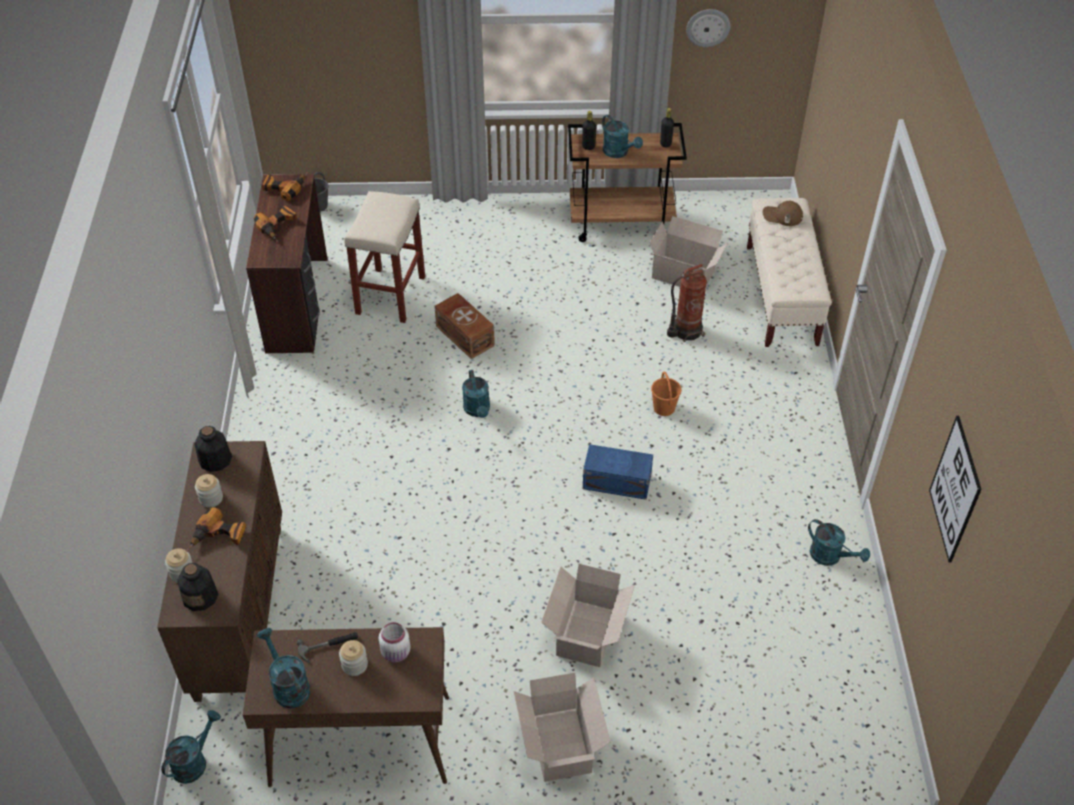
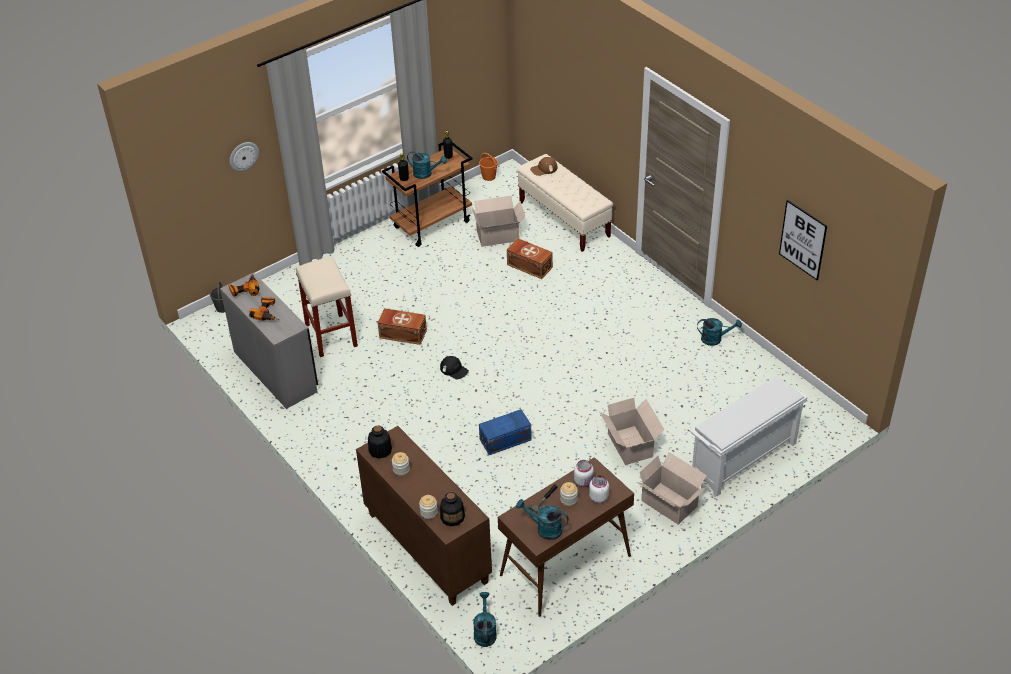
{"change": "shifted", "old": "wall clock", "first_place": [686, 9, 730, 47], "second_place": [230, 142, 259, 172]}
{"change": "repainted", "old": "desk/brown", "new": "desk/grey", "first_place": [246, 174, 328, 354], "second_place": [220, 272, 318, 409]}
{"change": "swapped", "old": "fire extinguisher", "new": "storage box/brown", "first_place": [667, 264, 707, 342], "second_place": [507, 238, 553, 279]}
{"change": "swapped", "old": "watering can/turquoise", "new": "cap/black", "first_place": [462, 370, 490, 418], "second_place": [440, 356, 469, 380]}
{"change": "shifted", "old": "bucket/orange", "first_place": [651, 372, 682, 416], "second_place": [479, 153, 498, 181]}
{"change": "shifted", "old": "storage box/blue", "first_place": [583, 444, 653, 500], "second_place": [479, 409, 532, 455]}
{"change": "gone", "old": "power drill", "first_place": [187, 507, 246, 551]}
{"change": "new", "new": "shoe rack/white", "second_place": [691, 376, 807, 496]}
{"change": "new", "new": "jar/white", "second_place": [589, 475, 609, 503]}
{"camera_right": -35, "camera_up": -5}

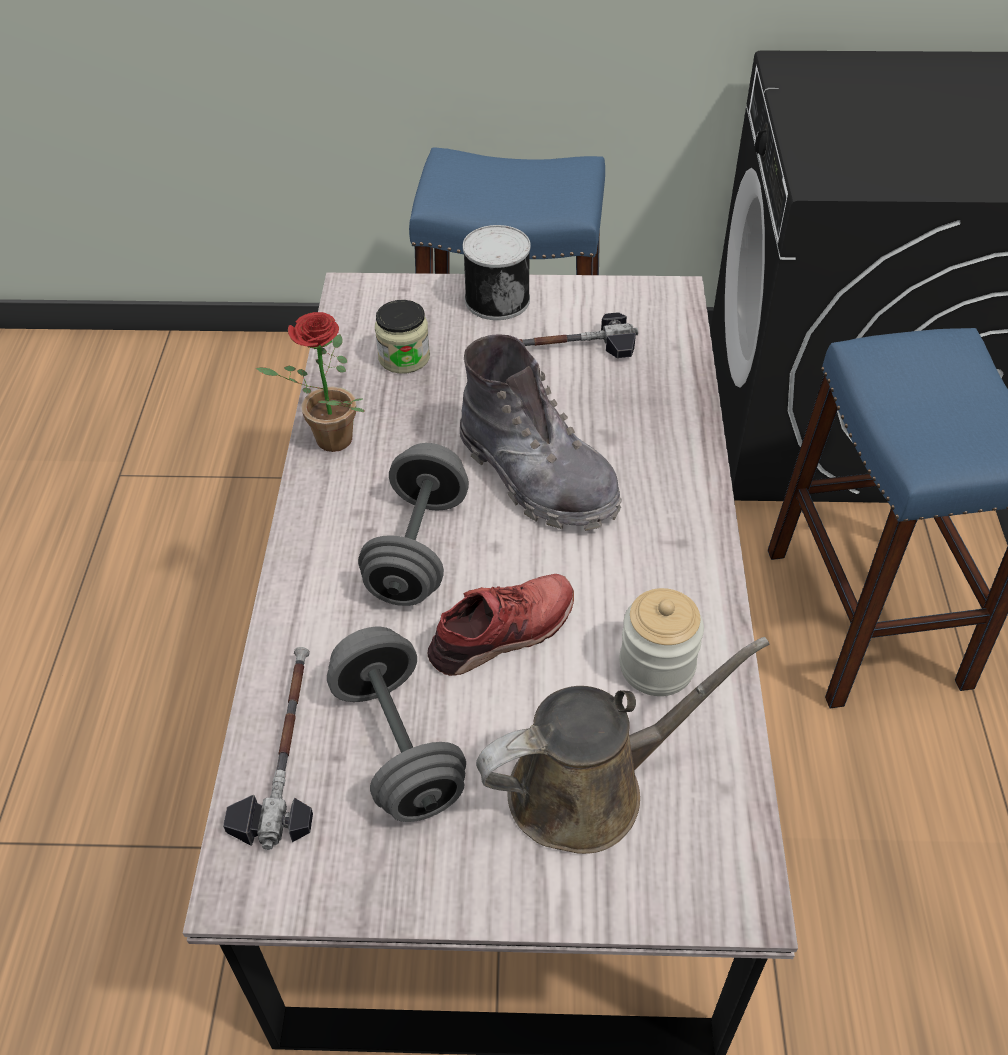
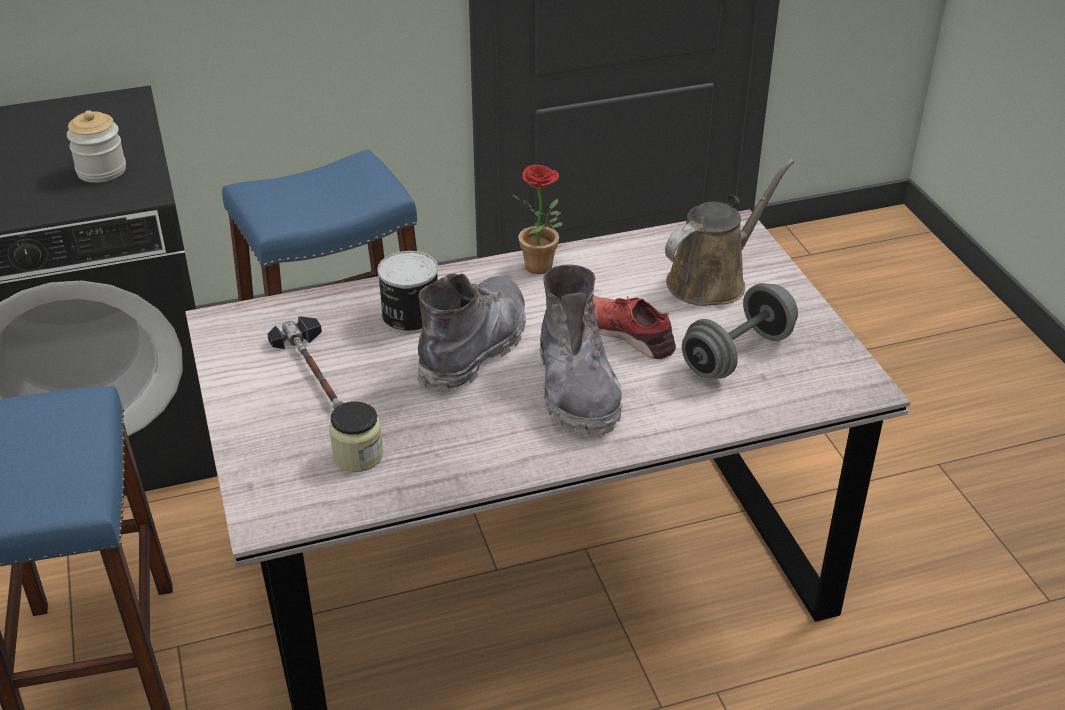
{"change": "shifted", "old": "can", "first_place": [463, 225, 531, 320], "second_place": [377, 251, 438, 334]}
{"change": "shifted", "old": "potted plant", "first_place": [255, 312, 365, 452], "second_place": [513, 165, 563, 274]}
{"change": "swapped", "old": "dumbbell/grey", "new": "boot/grey", "first_place": [358, 443, 469, 606], "second_place": [539, 264, 623, 435]}
{"change": "shifted", "old": "jar", "first_place": [619, 588, 704, 696], "second_place": [67, 110, 126, 183]}
{"change": "rotated", "old": "watering can/brown", "first_place": [476, 637, 770, 854], "second_place": [665, 159, 794, 306], "degrees": 90}
{"change": "gone", "old": "hammer", "first_place": [223, 647, 313, 850]}
{"camera_right": -110, "camera_up": -10}

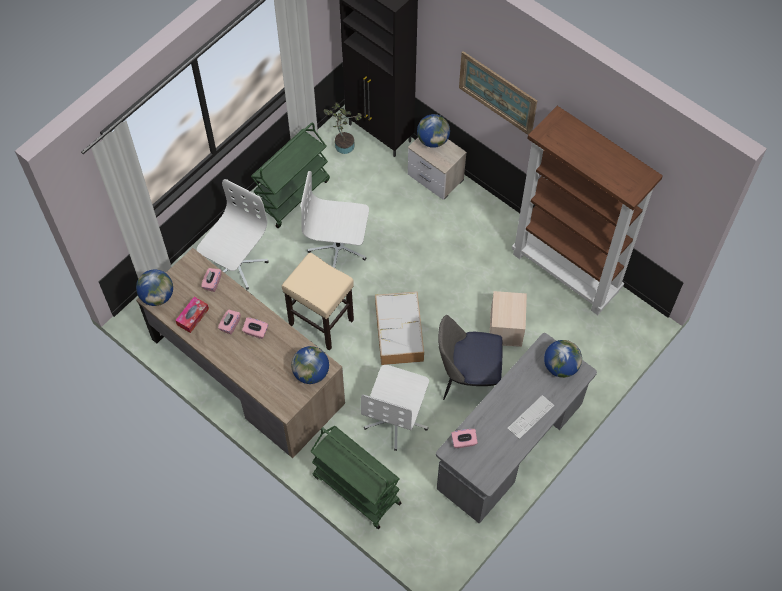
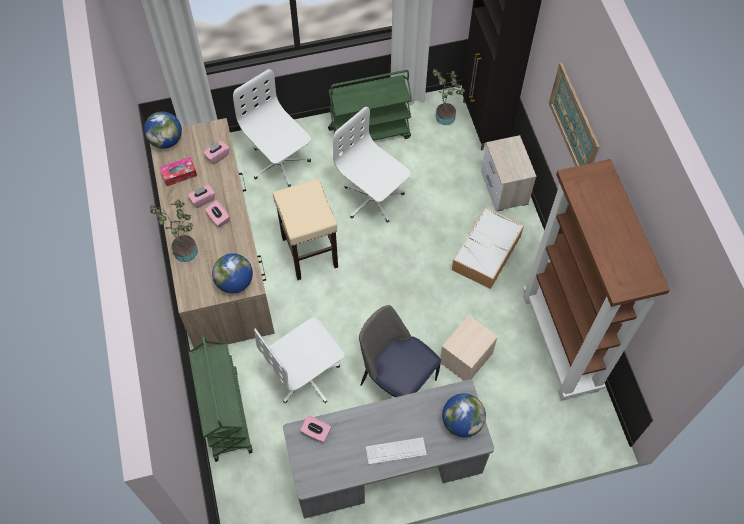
{"change": "gone", "old": "globe", "first_place": [417, 114, 450, 148]}
{"change": "rotated", "old": "office chair/white", "first_place": [197, 179, 268, 290], "second_place": [233, 69, 311, 187], "degrees": -105}
{"change": "shifted", "old": "storage box", "first_place": [375, 291, 424, 365], "second_place": [452, 207, 524, 289]}
{"change": "new", "new": "potted plant", "second_place": [150, 199, 198, 262]}
{"camera_right": 35, "camera_up": 0}

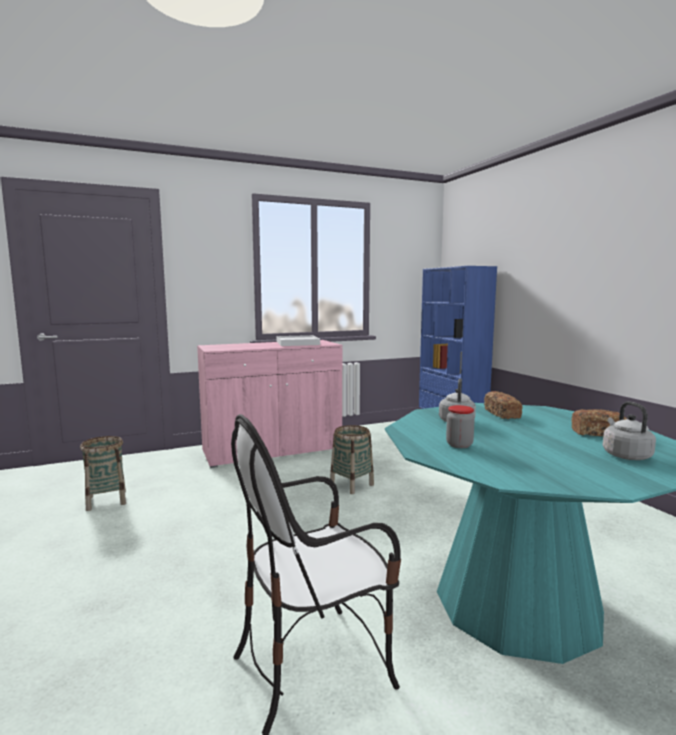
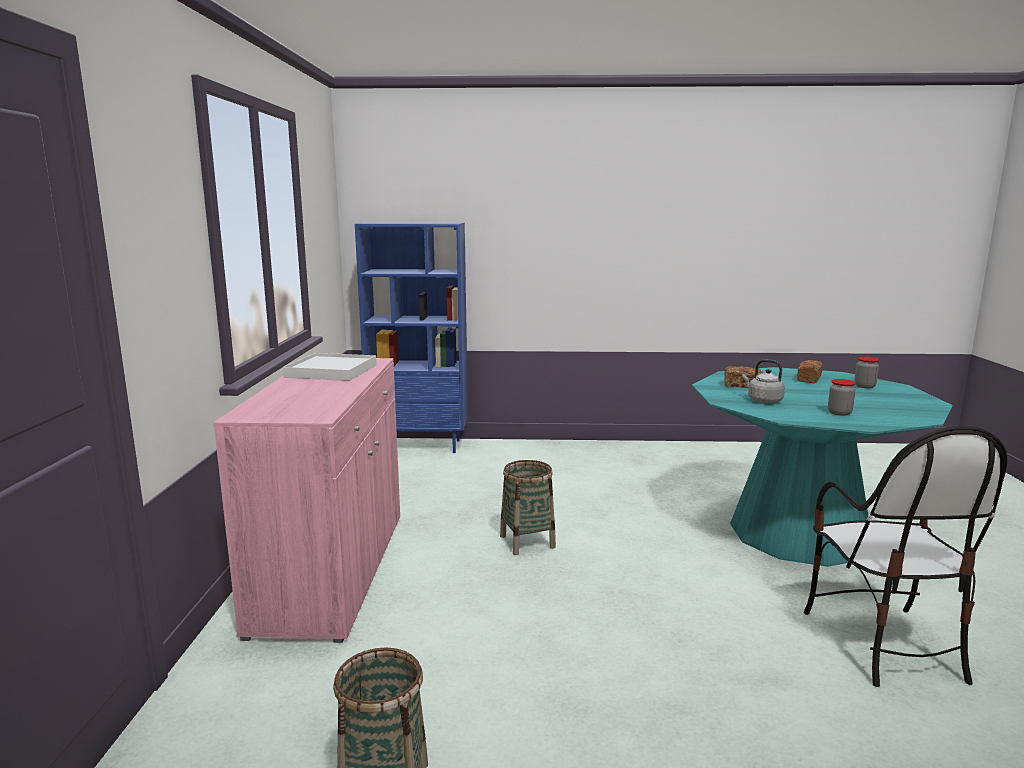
{"change": "swapped", "old": "kettle/grey", "new": "jar", "first_place": [603, 401, 656, 460], "second_place": [854, 357, 879, 388]}
{"camera_right": -65, "camera_up": 5}

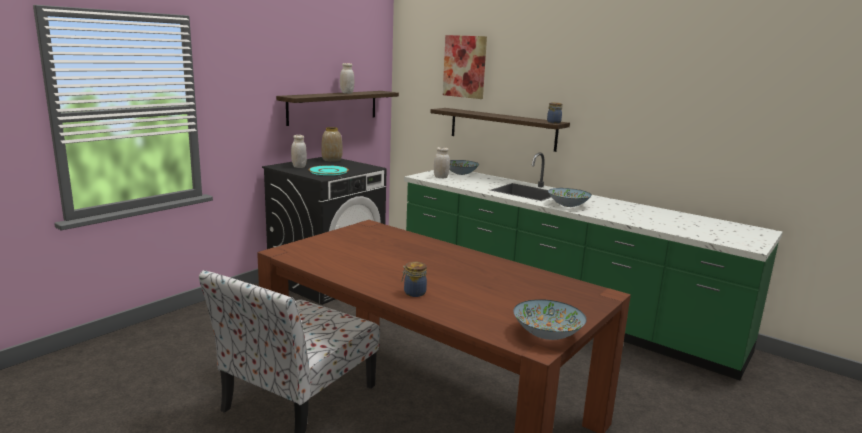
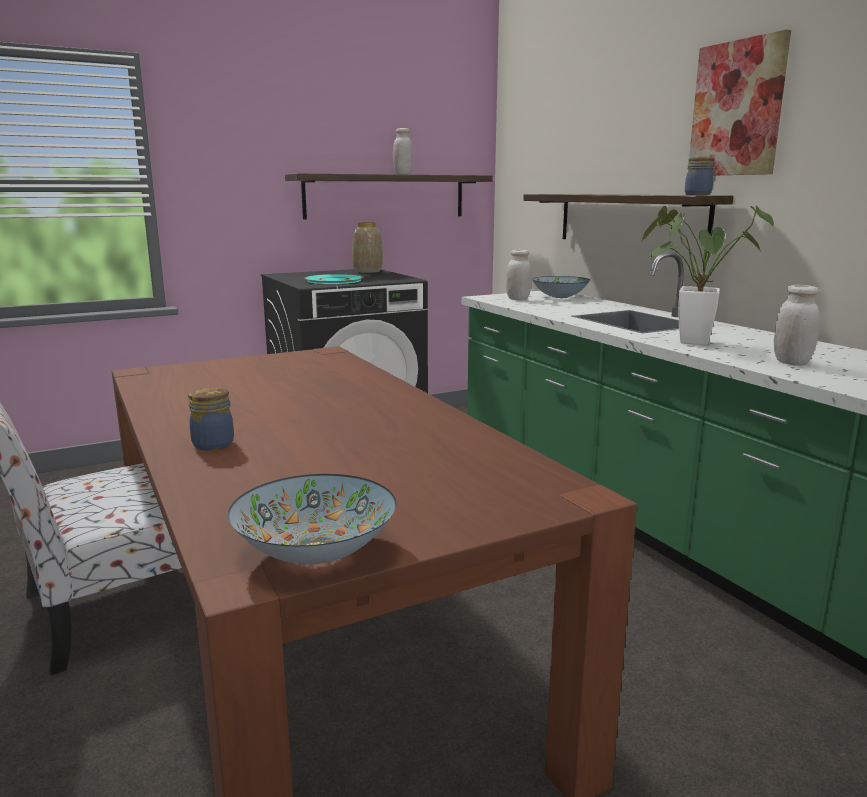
{"change": "shifted", "old": "picture", "first_place": [443, 35, 487, 99], "second_place": [689, 29, 791, 176]}
{"change": "shifted", "old": "jar/white", "first_place": [291, 135, 307, 168], "second_place": [774, 285, 820, 366]}
{"change": "swapped", "old": "bowl", "new": "potted plant", "first_place": [548, 188, 592, 207], "second_place": [640, 206, 774, 345]}
{"camera_right": 25, "camera_up": 0}

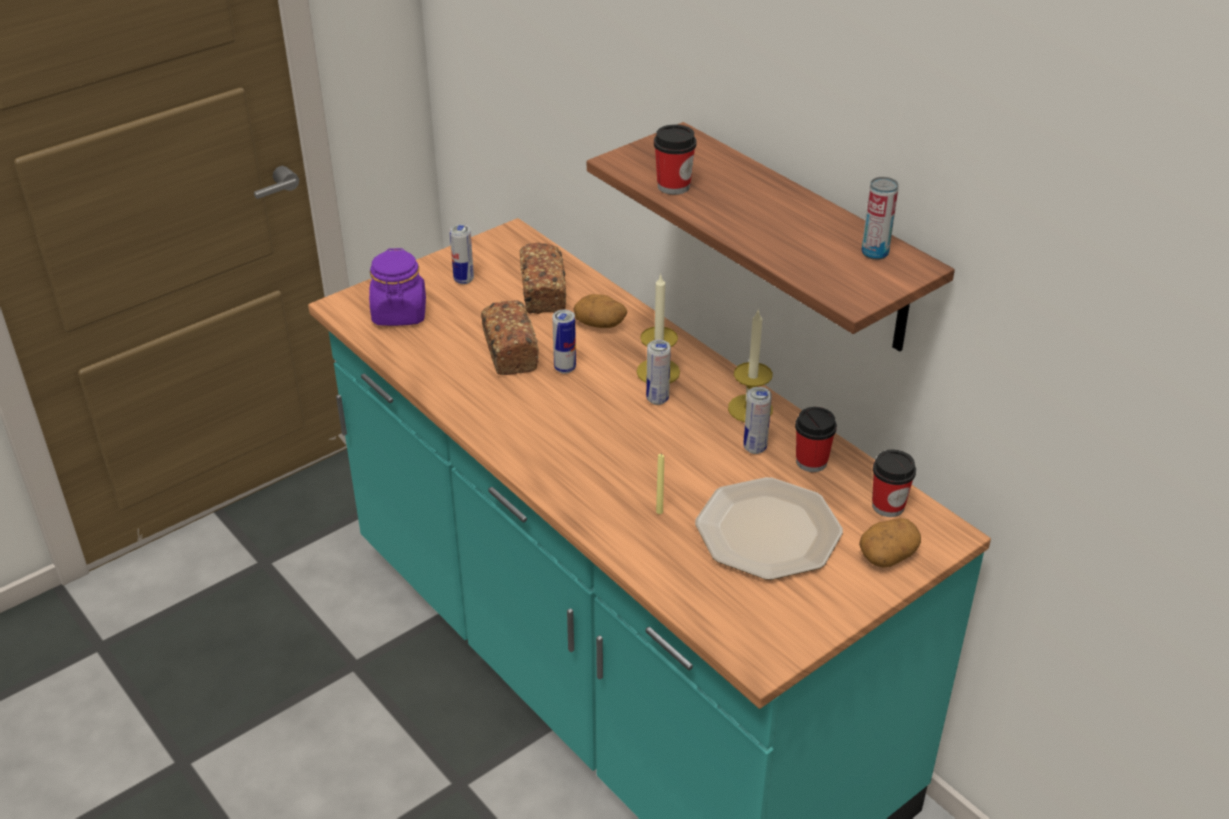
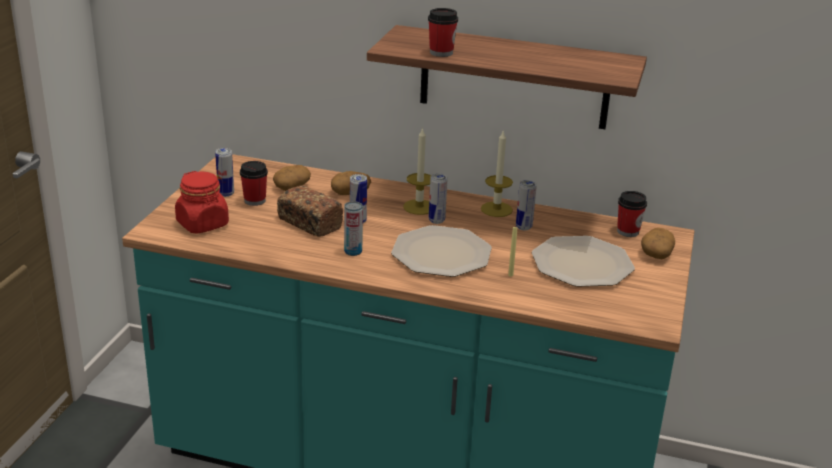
{"change": "shifted", "old": "can", "first_place": [862, 177, 899, 260], "second_place": [344, 201, 363, 256]}
{"change": "swapped", "old": "bread", "new": "potato", "first_place": [519, 243, 566, 314], "second_place": [273, 165, 311, 191]}
{"change": "repainted", "old": "jar/purple", "new": "jar/red", "first_place": [369, 248, 426, 326], "second_place": [175, 171, 229, 234]}
{"change": "shifted", "old": "cup", "first_place": [795, 407, 837, 472], "second_place": [240, 161, 268, 206]}
{"change": "new", "new": "plate", "second_place": [391, 225, 492, 277]}
{"camera_right": -35, "camera_up": -10}

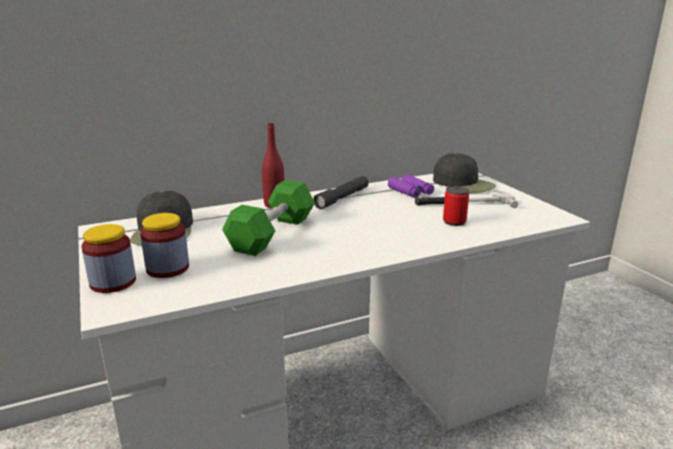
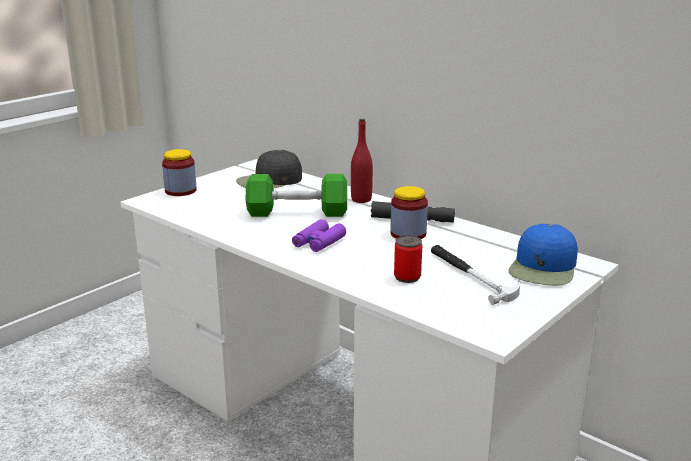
{"change": "repainted", "old": "cap/black", "new": "cap/blue", "first_place": [433, 153, 496, 193], "second_place": [508, 224, 578, 285]}
{"change": "shifted", "old": "binoculars/purple", "first_place": [388, 174, 434, 198], "second_place": [292, 219, 346, 252]}
{"change": "shifted", "old": "jar", "first_place": [140, 213, 189, 278], "second_place": [390, 186, 428, 239]}
{"camera_right": 65, "camera_up": 0}

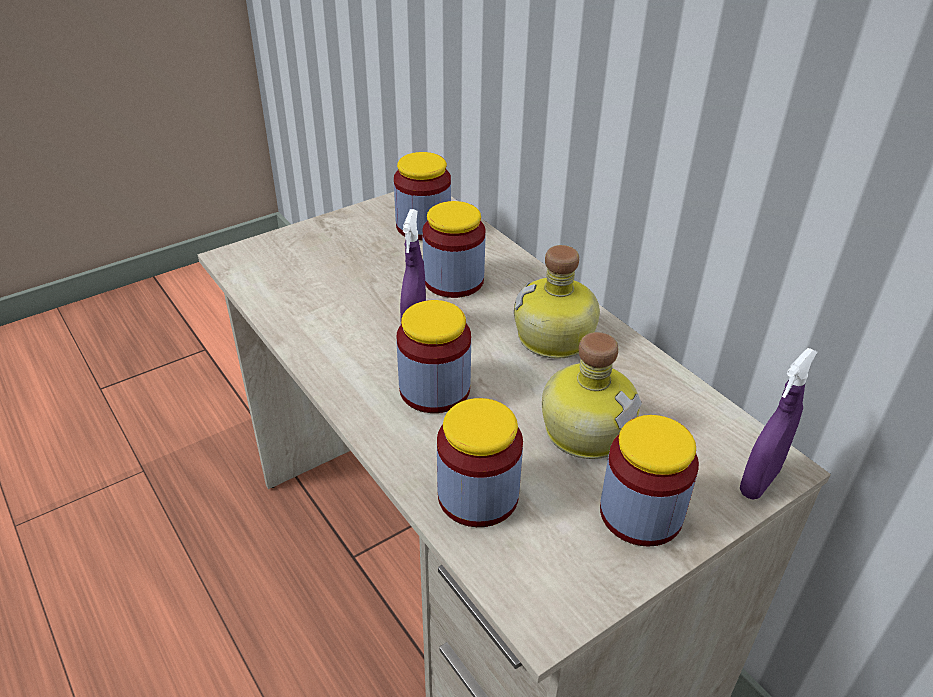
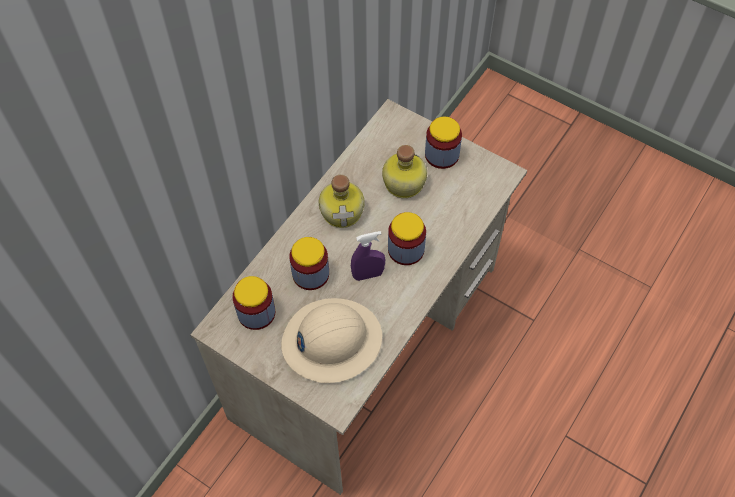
{"change": "gone", "old": "spray bottle/purple", "first_place": [740, 348, 817, 499]}
{"change": "gone", "old": "jar", "first_place": [437, 398, 523, 527]}
{"change": "new", "new": "hard hat/beige", "second_place": [281, 298, 382, 383]}
{"camera_right": -110, "camera_up": 20}

